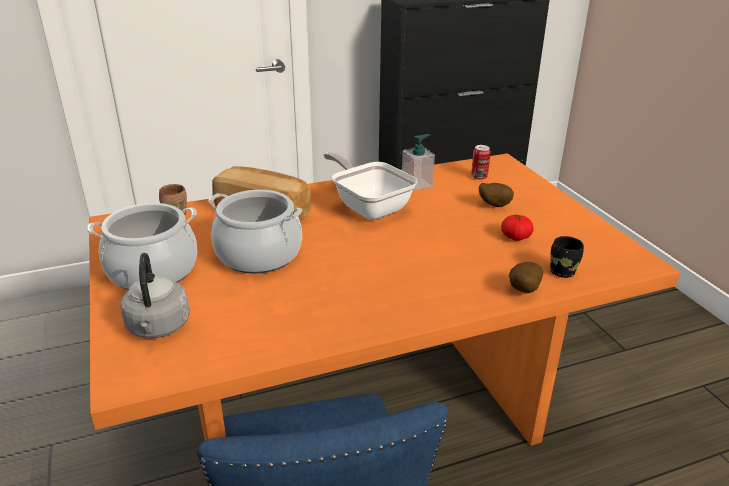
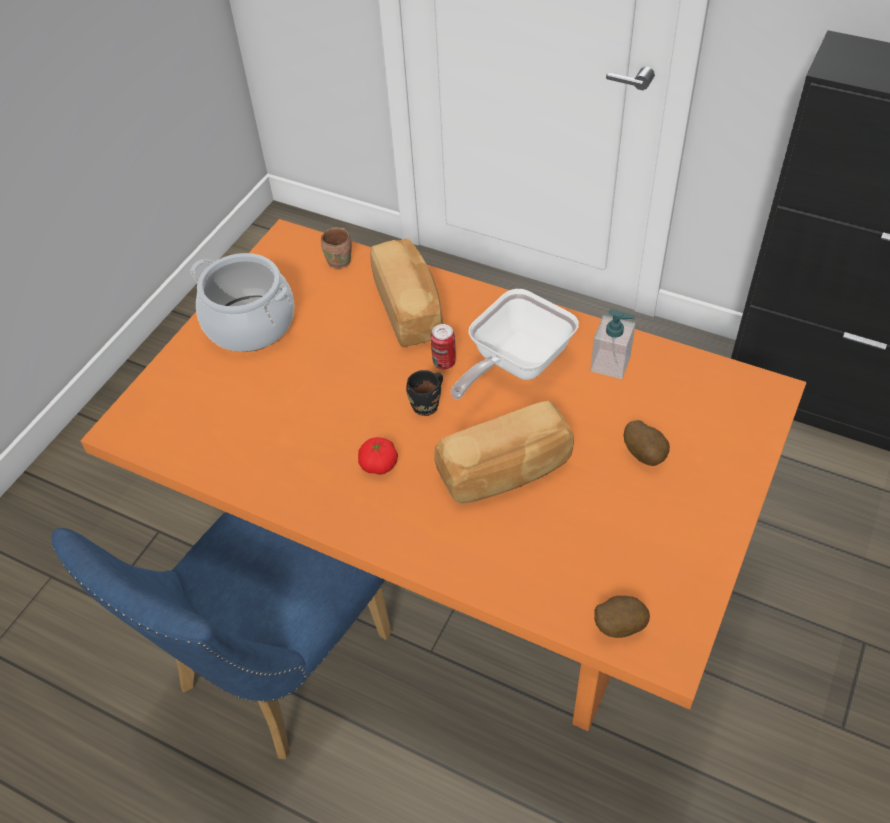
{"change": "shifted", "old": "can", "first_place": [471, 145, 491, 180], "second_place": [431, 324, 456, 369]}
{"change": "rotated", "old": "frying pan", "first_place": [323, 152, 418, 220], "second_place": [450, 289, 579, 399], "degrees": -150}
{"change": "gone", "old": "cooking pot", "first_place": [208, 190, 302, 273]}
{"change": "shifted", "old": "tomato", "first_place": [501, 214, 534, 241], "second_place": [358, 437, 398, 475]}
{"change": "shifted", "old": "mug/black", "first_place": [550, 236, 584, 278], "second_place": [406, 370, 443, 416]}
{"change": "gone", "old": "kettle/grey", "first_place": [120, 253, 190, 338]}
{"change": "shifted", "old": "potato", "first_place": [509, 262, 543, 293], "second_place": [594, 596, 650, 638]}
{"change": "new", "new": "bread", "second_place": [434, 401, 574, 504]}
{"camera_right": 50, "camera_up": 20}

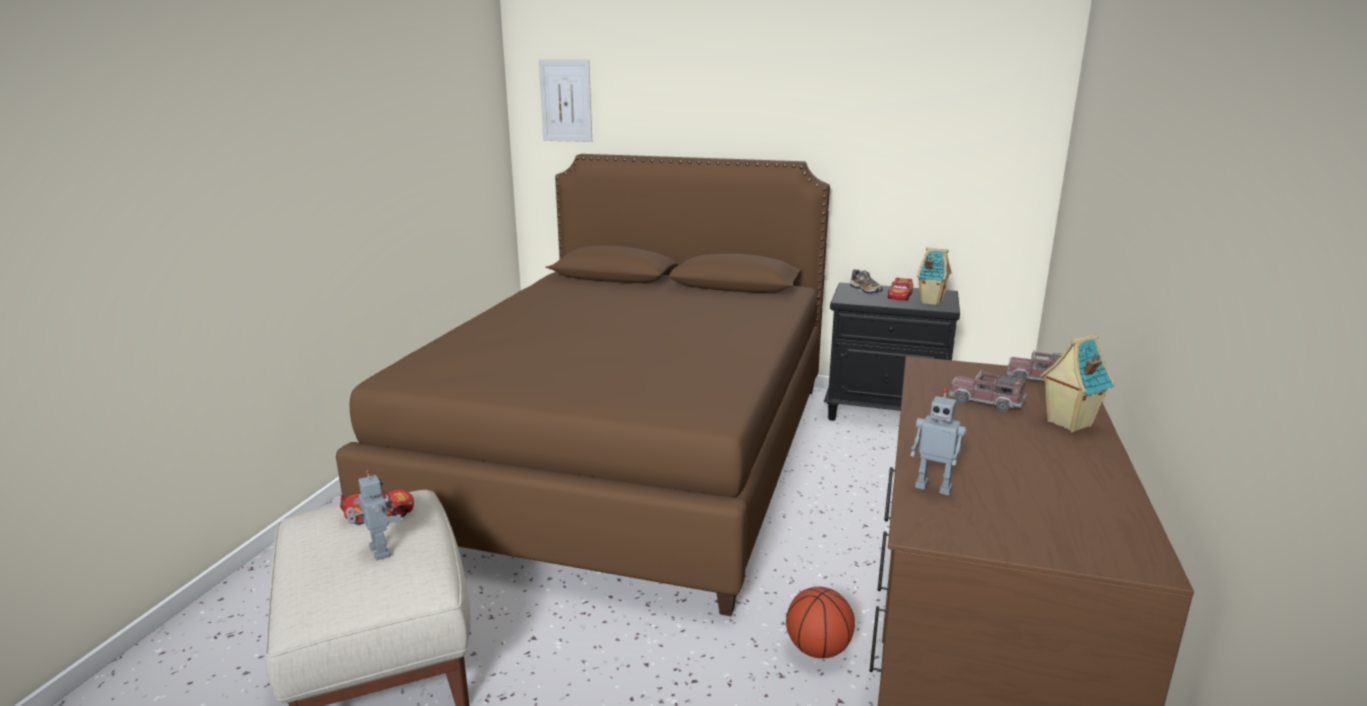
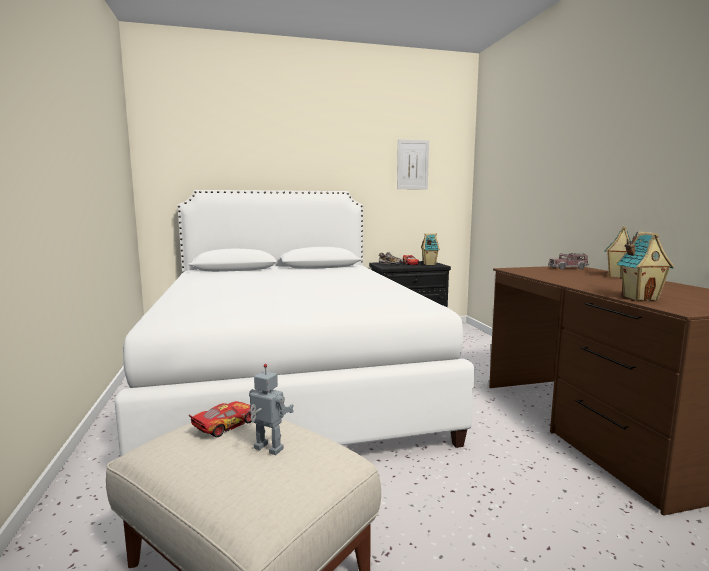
{"change": "shifted", "old": "picture", "first_place": [539, 59, 592, 142], "second_place": [397, 139, 429, 190]}
{"change": "repainted", "old": "bed/brown", "new": "bed/white", "first_place": [336, 154, 830, 616], "second_place": [115, 190, 475, 457]}
{"change": "gone", "old": "toy truck", "first_place": [949, 370, 1027, 412]}
{"change": "swapped", "old": "toy robot", "new": "toy house", "first_place": [911, 388, 967, 496], "second_place": [617, 232, 674, 301]}
{"change": "gone", "old": "basketball", "first_place": [786, 587, 855, 659]}
{"camera_right": -30, "camera_up": -10}

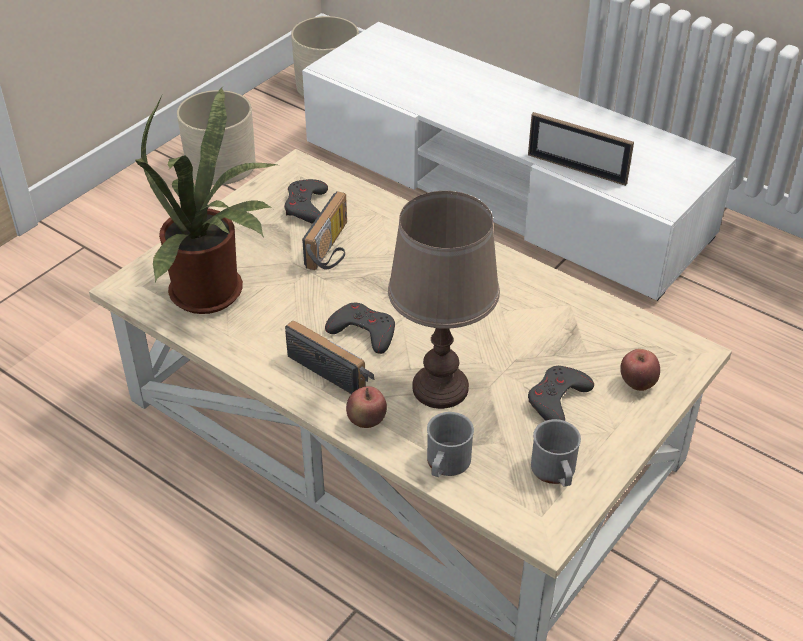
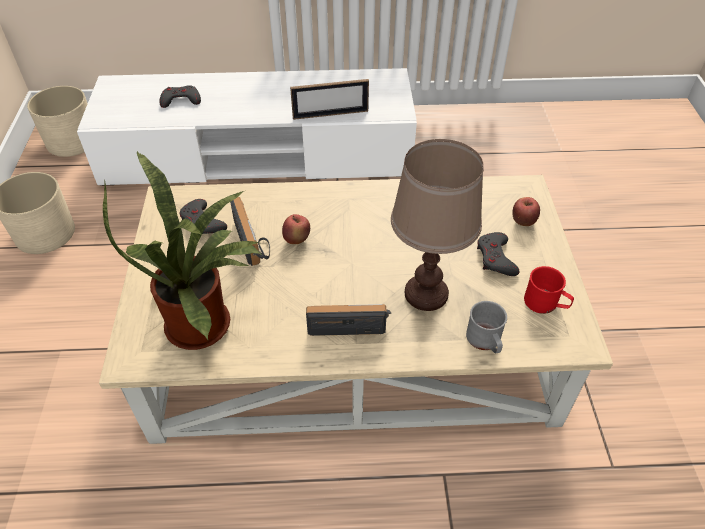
{"change": "shifted", "old": "game controller/grey", "first_place": [325, 303, 395, 354], "second_place": [159, 85, 201, 108]}
{"change": "shifted", "old": "apple", "first_place": [346, 386, 387, 428], "second_place": [282, 214, 310, 244]}
{"change": "repainted", "old": "mug/grey", "new": "mug/red", "first_place": [531, 419, 581, 487], "second_place": [524, 266, 574, 314]}
{"camera_right": -40, "camera_up": 5}

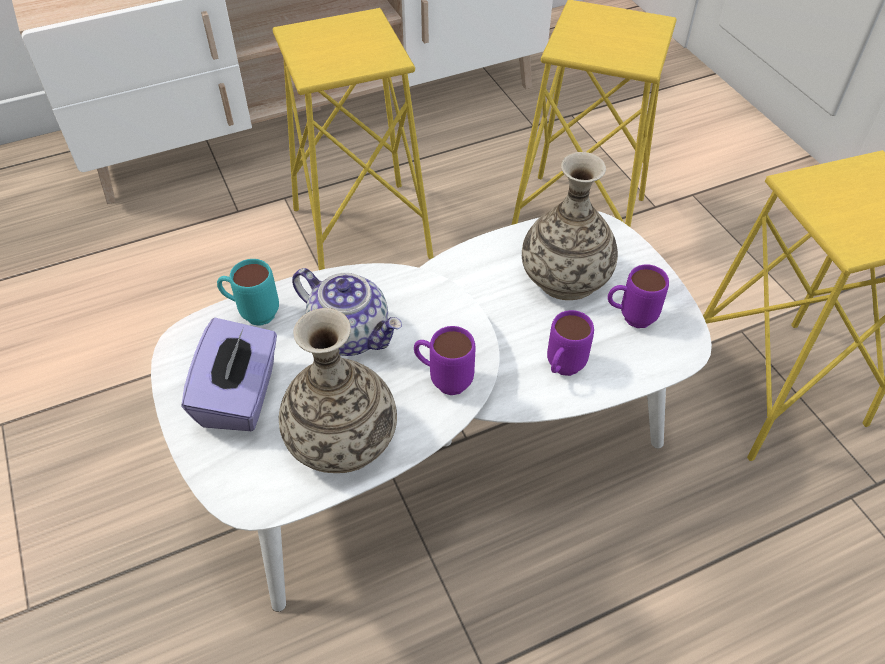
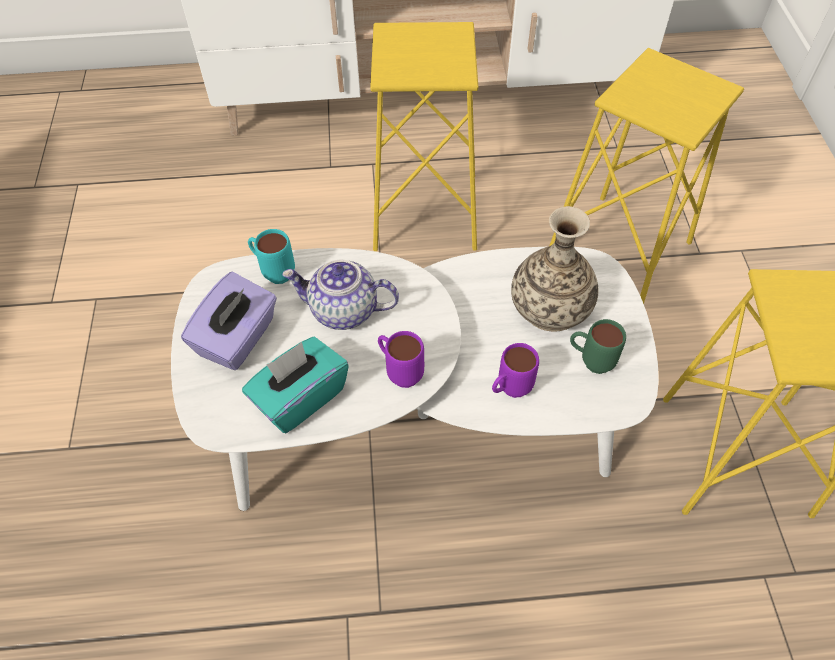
{"change": "repainted", "old": "mug/purple", "new": "mug/green", "first_place": [607, 264, 669, 328], "second_place": [570, 319, 626, 374]}
{"change": "rotated", "old": "teapot", "first_place": [292, 268, 402, 356], "second_place": [282, 259, 399, 330], "degrees": 135}
{"change": "swapped", "old": "vase", "new": "tissue box/turquoise", "first_place": [279, 308, 397, 473], "second_place": [242, 337, 349, 433]}
{"camera_right": 20, "camera_up": 5}

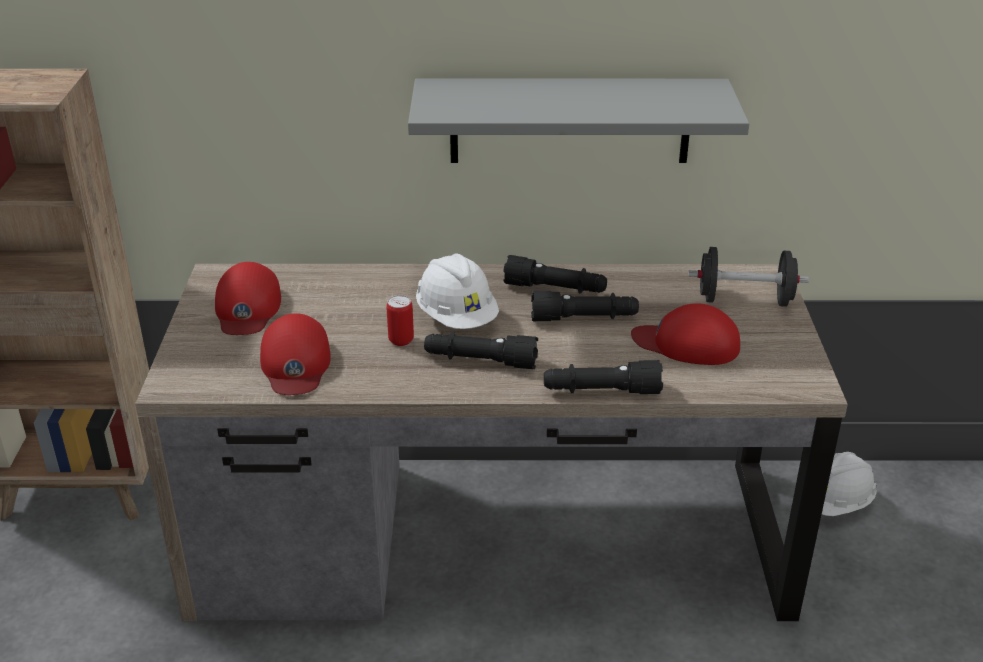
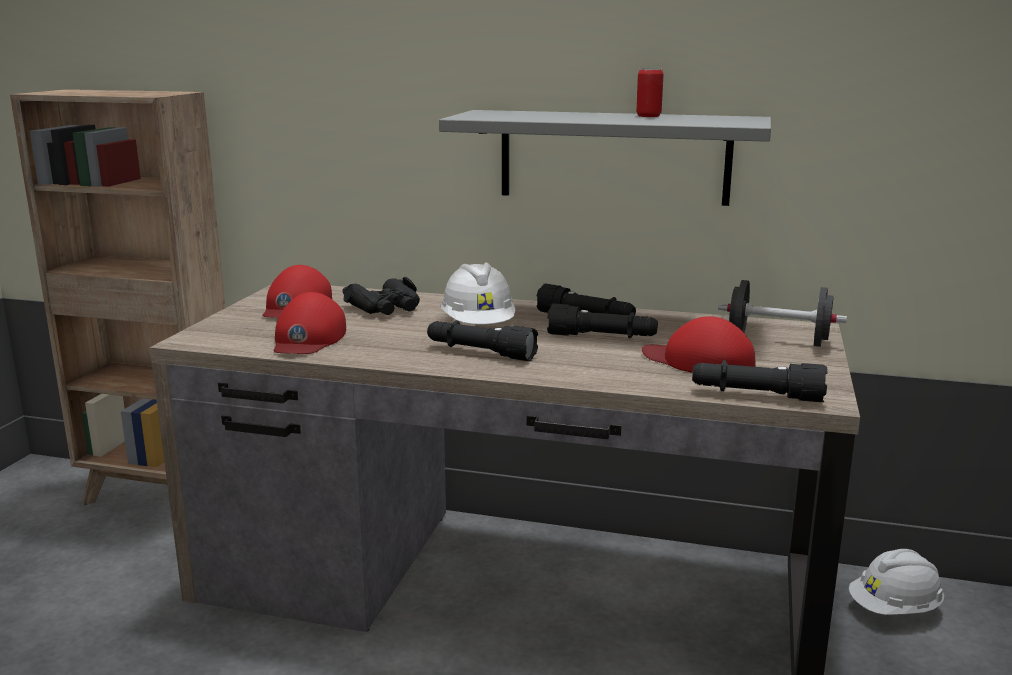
{"change": "shifted", "old": "can", "first_place": [386, 295, 414, 346], "second_place": [636, 68, 663, 117]}
{"change": "shifted", "old": "flashlight/black", "first_place": [544, 360, 663, 394], "second_place": [692, 360, 828, 402]}
{"change": "new", "new": "binoculars/black", "second_place": [342, 277, 420, 315]}
{"camera_right": 15, "camera_up": -15}

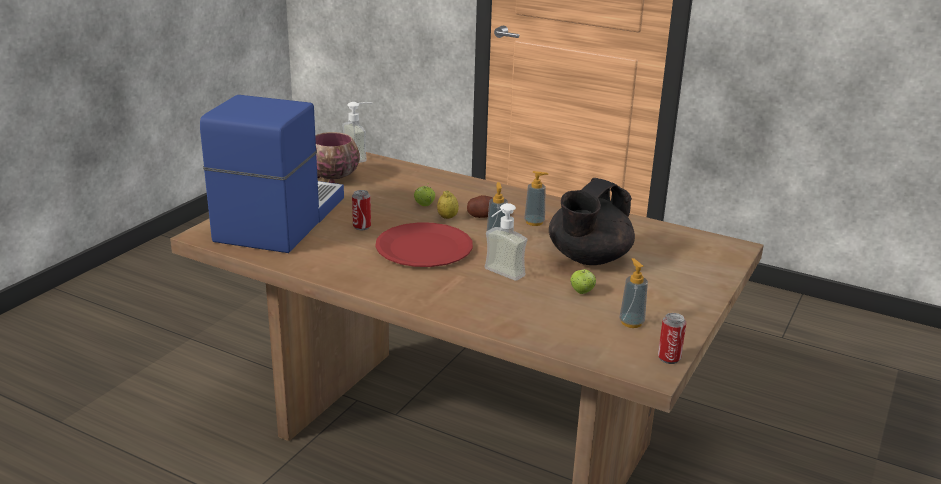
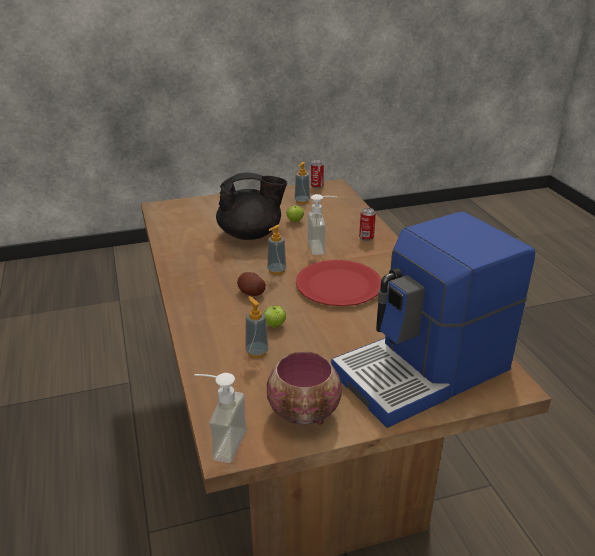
{"change": "shifted", "old": "soap dispenser", "first_place": [524, 171, 549, 226], "second_place": [245, 296, 269, 358]}
{"change": "shifted", "old": "can", "first_place": [352, 190, 371, 230], "second_place": [359, 208, 376, 241]}
{"change": "gone", "old": "lemon", "first_place": [437, 191, 459, 219]}
{"camera_right": -135, "camera_up": 5}

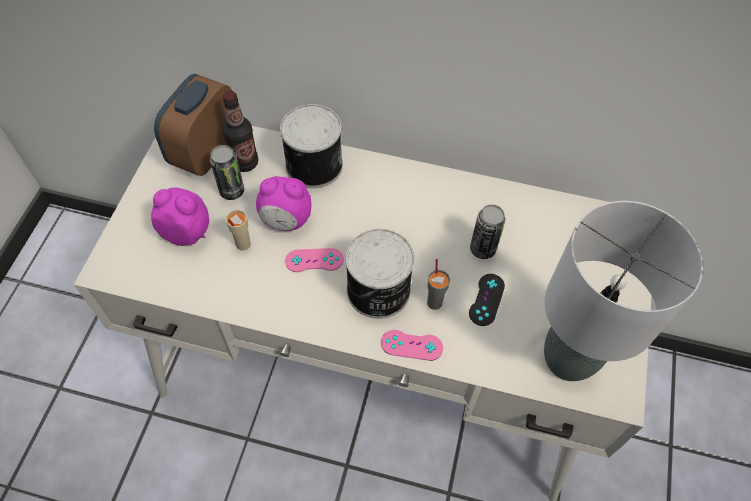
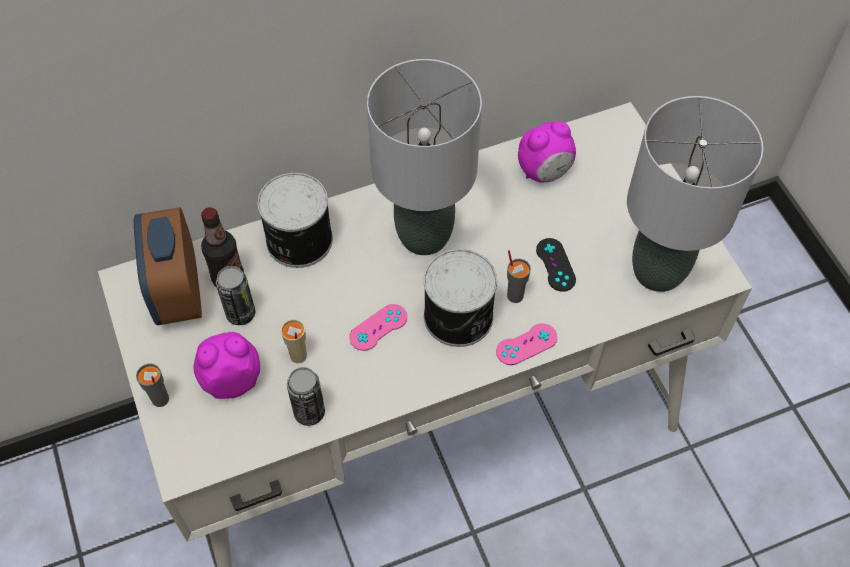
{"change": "shifted", "old": "alarm clock", "first_place": [256, 176, 311, 231], "second_place": [518, 121, 576, 182]}
{"change": "shifted", "old": "can", "first_place": [470, 204, 505, 259], "second_place": [287, 367, 325, 426]}
{"change": "new", "new": "table lamp/grey", "second_place": [367, 59, 482, 255]}
{"change": "new", "new": "cup/grey", "second_place": [136, 363, 169, 407]}
{"camera_right": -35, "camera_up": 0}

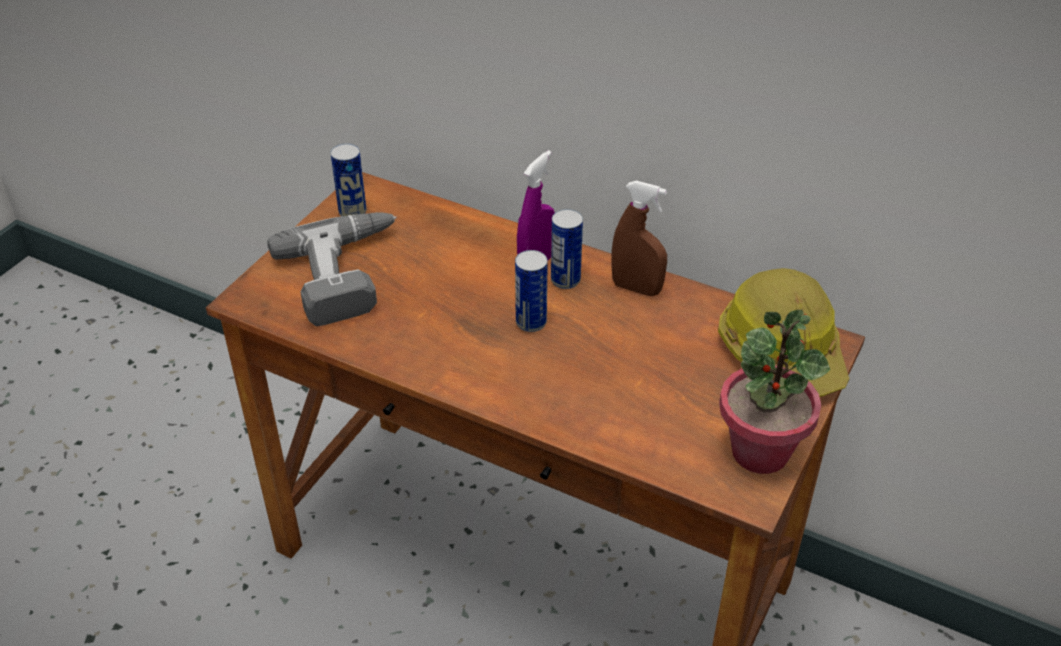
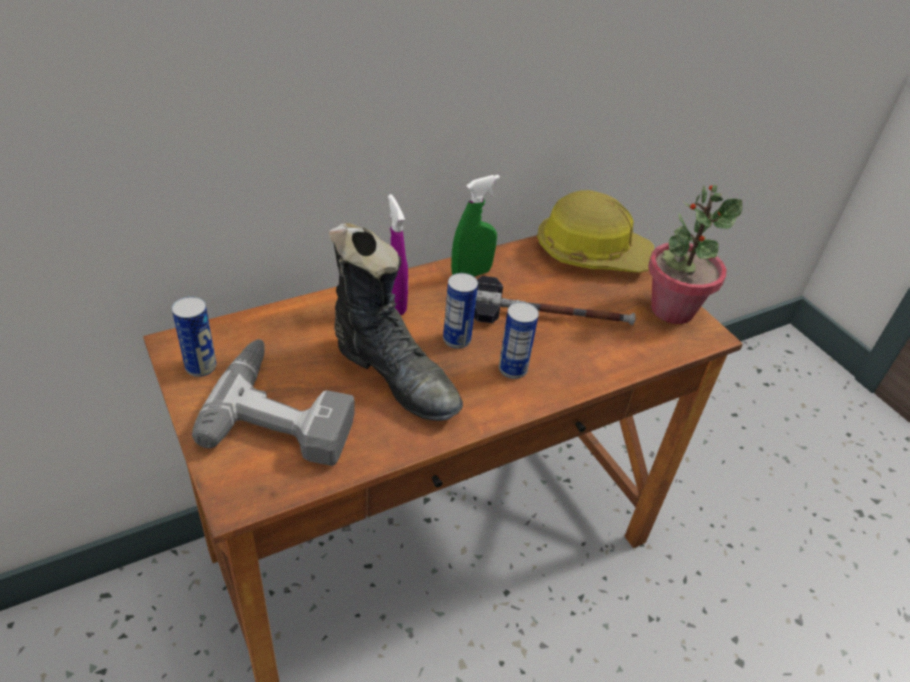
{"change": "repainted", "old": "spray bottle/brown", "new": "spray bottle/green", "first_place": [611, 181, 667, 296], "second_place": [451, 175, 500, 277]}
{"change": "shifted", "old": "can", "first_place": [551, 209, 583, 289], "second_place": [499, 302, 539, 379]}
{"change": "new", "new": "boot/black", "second_place": [328, 223, 463, 421]}
{"change": "new", "new": "hammer", "second_place": [474, 276, 636, 325]}
{"camera_right": -60, "camera_up": 0}

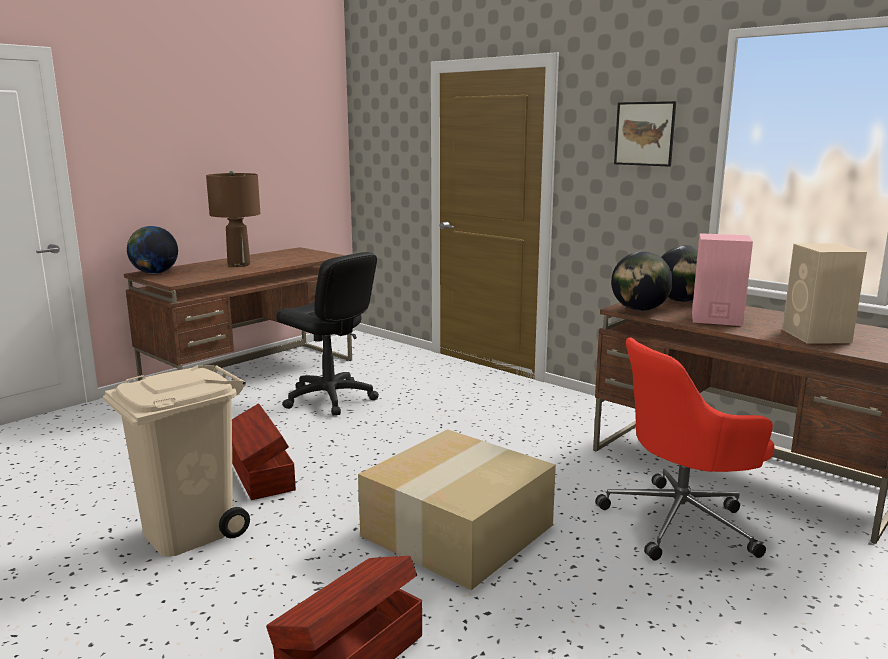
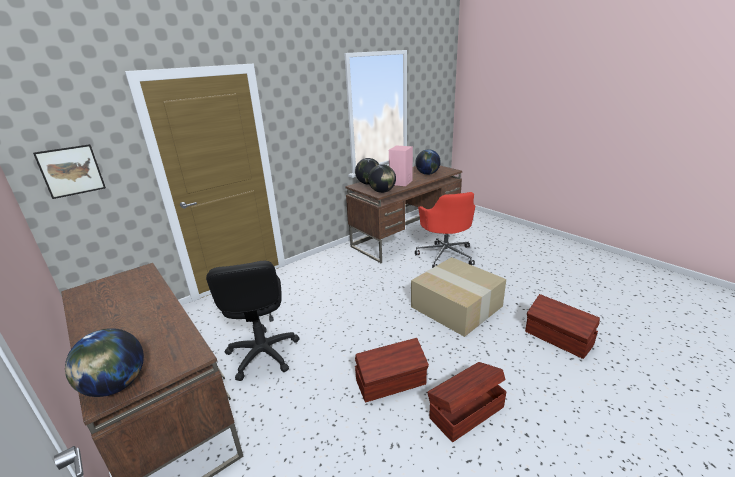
{"change": "shifted", "old": "picture", "first_place": [614, 101, 676, 167], "second_place": [33, 144, 106, 199]}
{"change": "gone", "old": "table lamp/brown", "first_place": [206, 171, 260, 267]}
{"change": "swapped", "old": "speaker/beige", "new": "globe", "first_place": [782, 243, 867, 344], "second_place": [415, 149, 441, 175]}
{"change": "rotated", "old": "office chair/black", "first_place": [276, 252, 379, 416], "second_place": [206, 261, 300, 381], "degrees": 120}
{"change": "swapped", "old": "trash can/beige", "new": "storage box/brown", "first_place": [103, 365, 250, 557], "second_place": [427, 362, 506, 443]}
{"camera_right": -80, "camera_up": 10}

